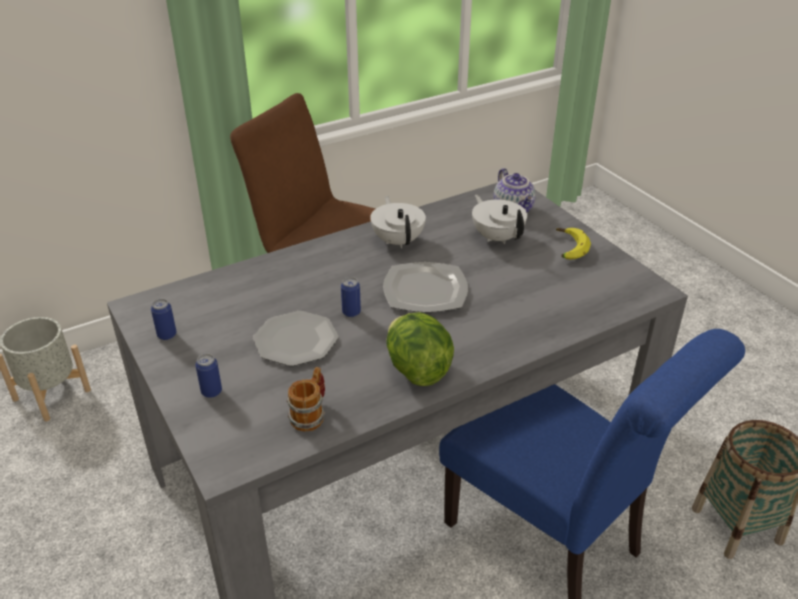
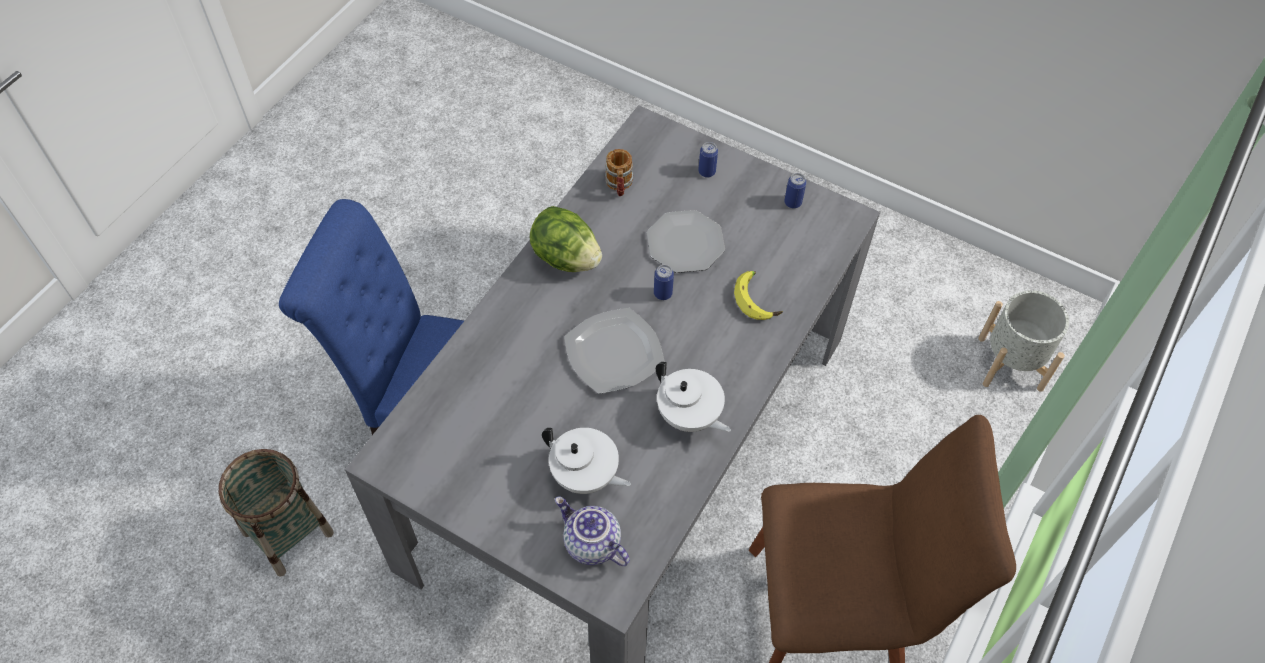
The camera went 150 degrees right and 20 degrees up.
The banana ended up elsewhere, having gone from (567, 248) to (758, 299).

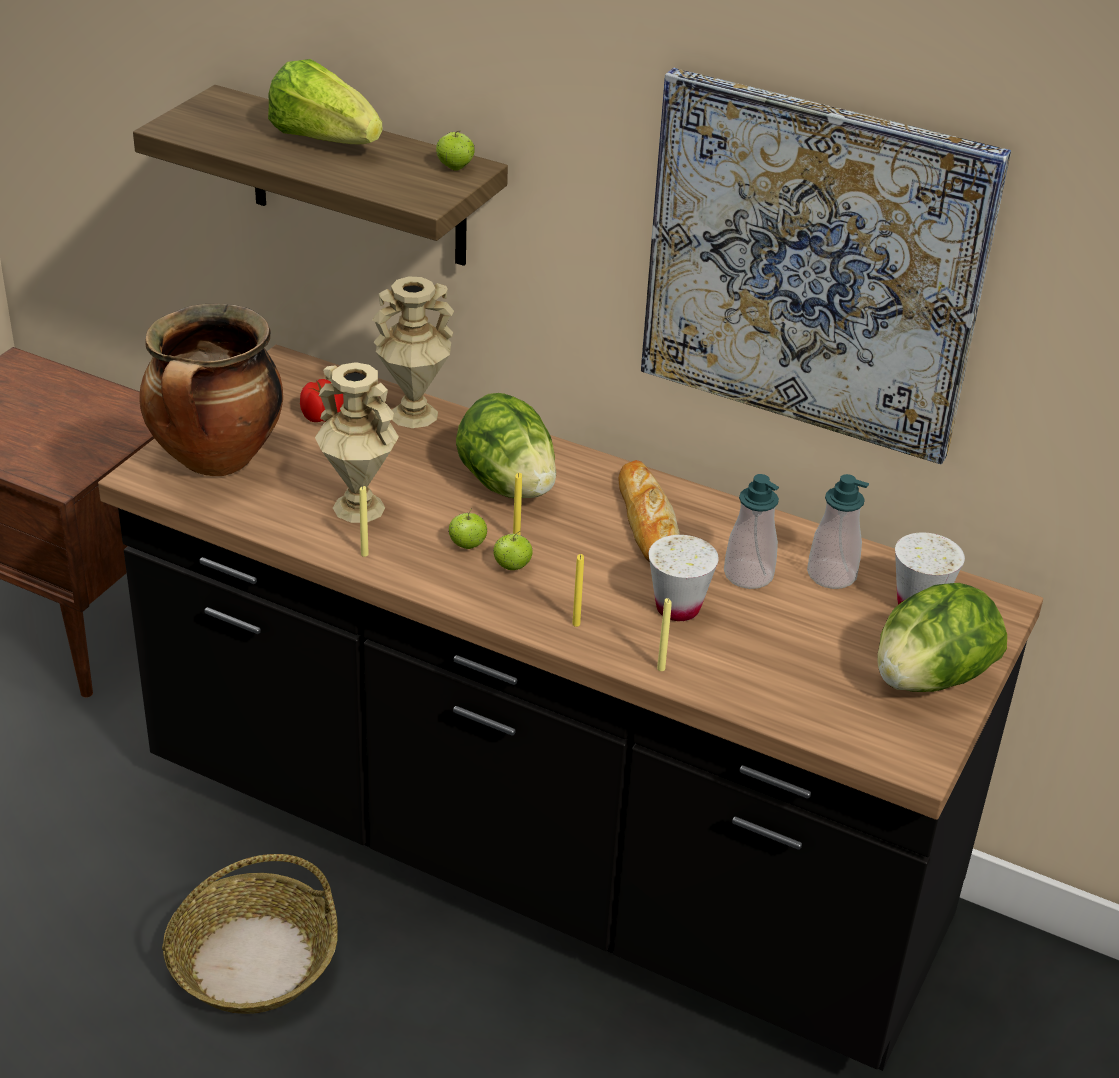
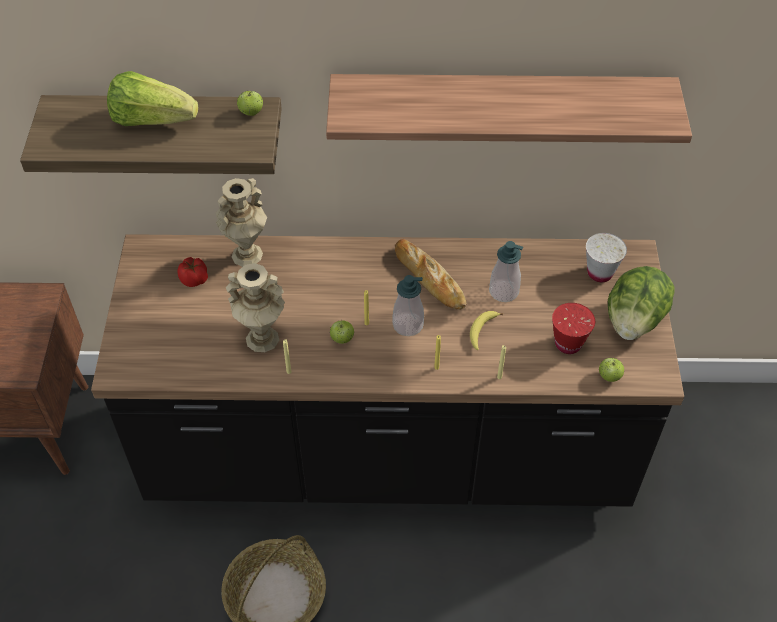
The camera went 25 degrees left and 15 degrees up.
The second view lost the stockpot at (217, 461).
The second view lost the lettuce at (507, 485).
The whole apple ended up elsewhere, having gone from (512, 567) to (609, 376).
Where the wall art hung at (813, 266), the bracket shelf came to hang at (500, 108).
Where the cup in white stood at (677, 608), the banana came to stand at (482, 331).
The soap dispenser ended up elsewhere, having gone from (831, 575) to (408, 325).
The second view gained the cup in red-coloured at (568, 343).

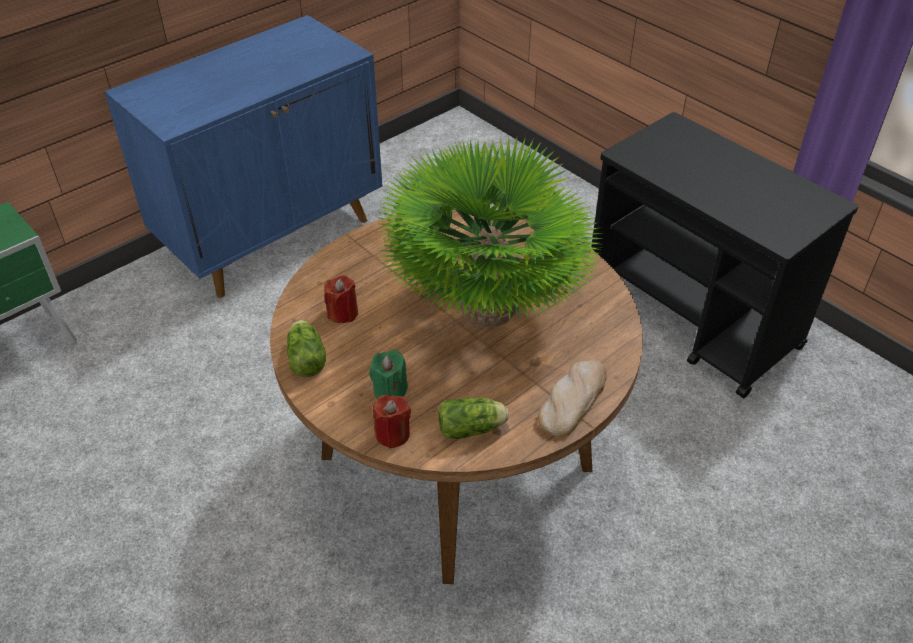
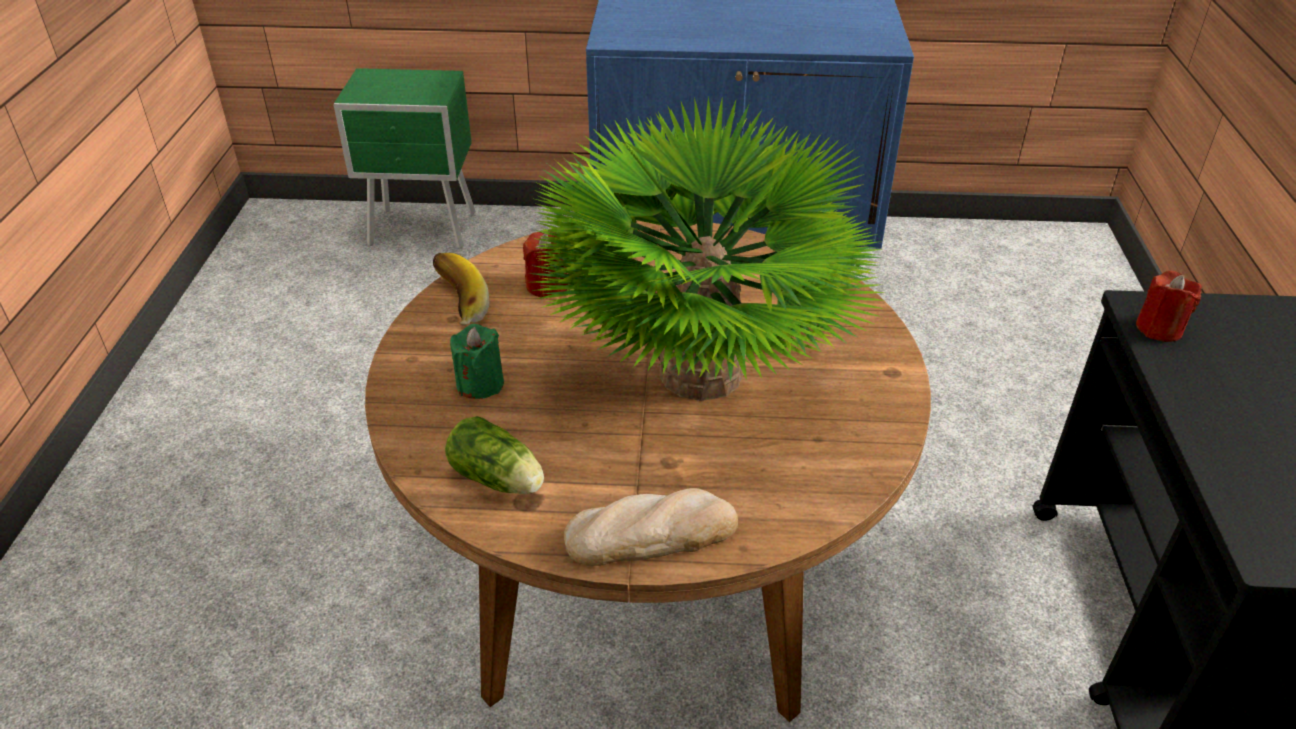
The camera went 45 degrees right and 5 degrees down.
Where the lettuce stood at (306, 357), the banana came to stand at (455, 304).
The candle in red-coloured ended up elsewhere, having gone from (392, 434) to (1159, 328).

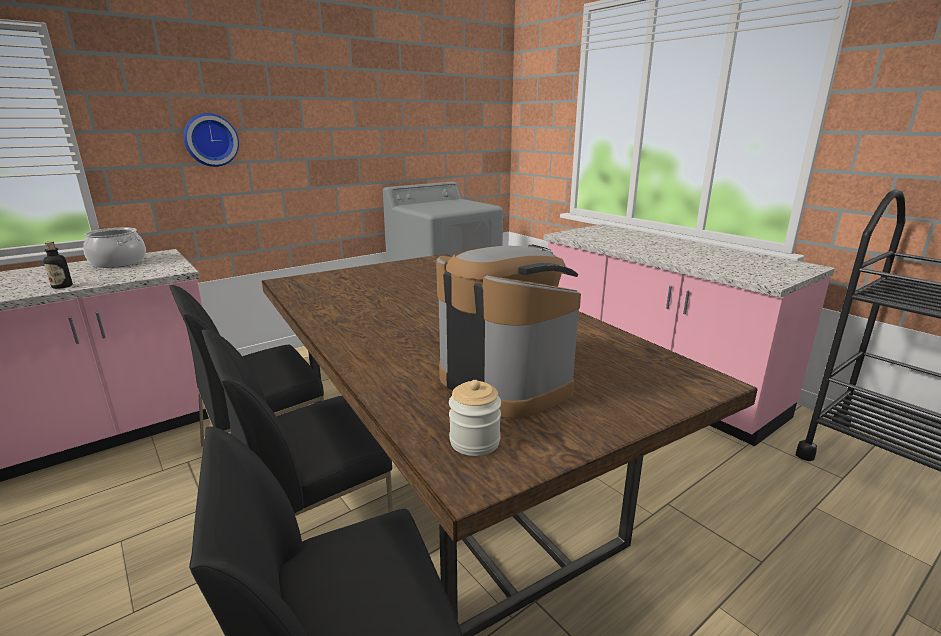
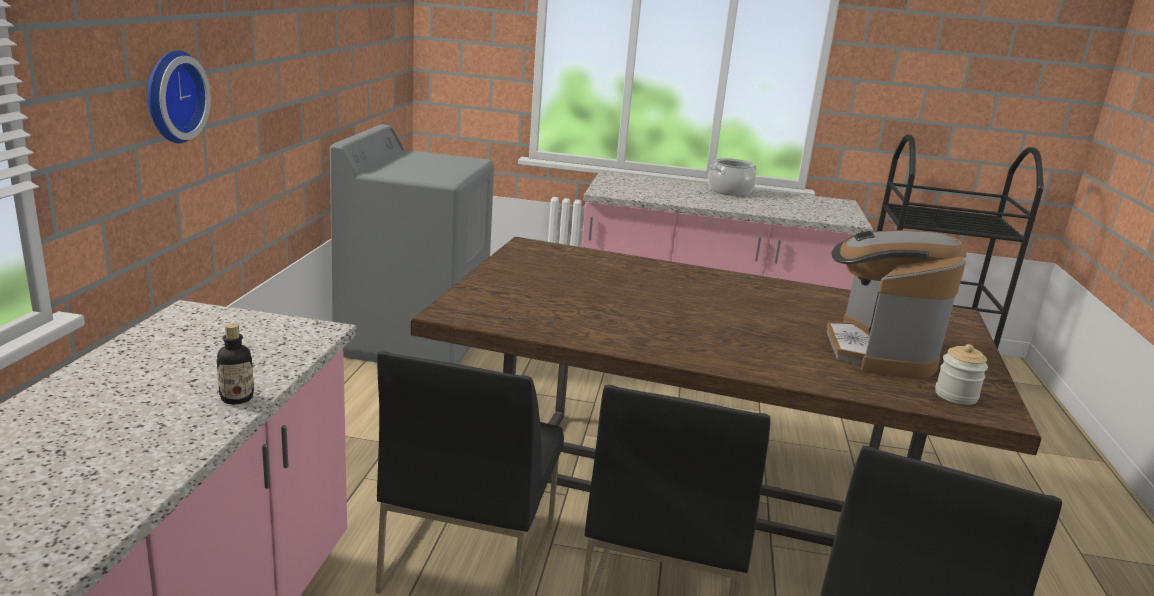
The camera went 45 degrees left and 0 degrees up.
The stockpot ended up elsewhere, having gone from (118, 262) to (730, 191).
The coffee maker at (505, 382) ended up facing another way, 90 degrees counterclockwise from before.

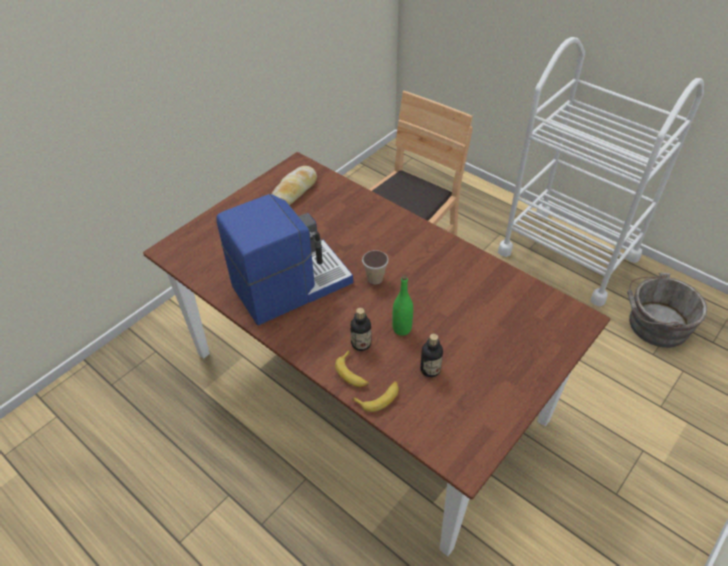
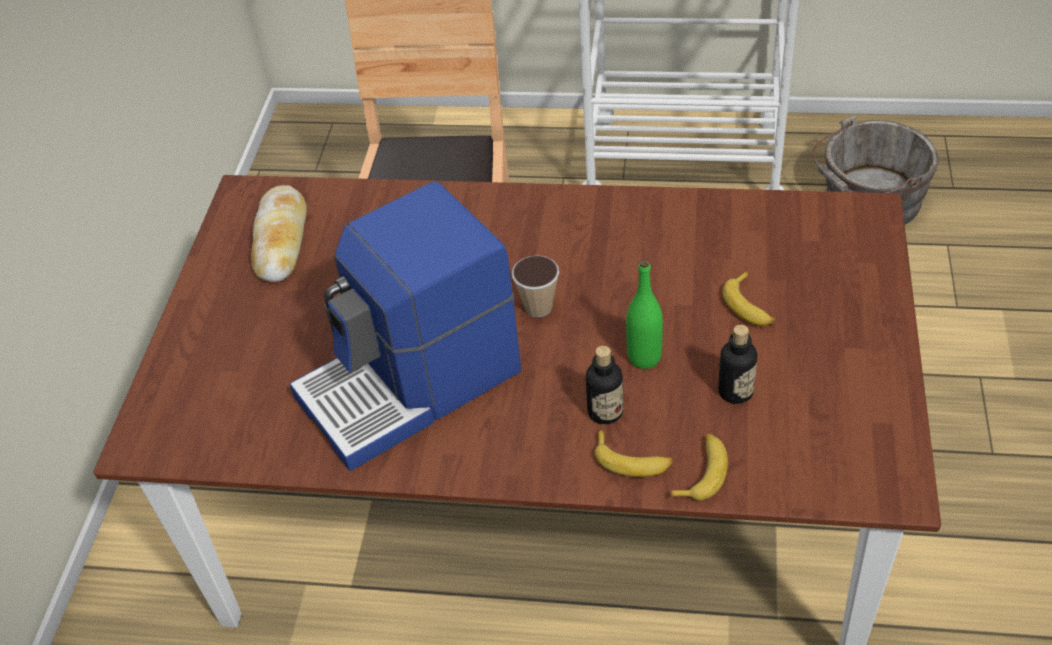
The camera went 30 degrees left and 0 degrees up.
The coffee maker at (290, 284) ended up facing another way, 150 degrees counterclockwise from before.
The second view gained the banana at (750, 306).

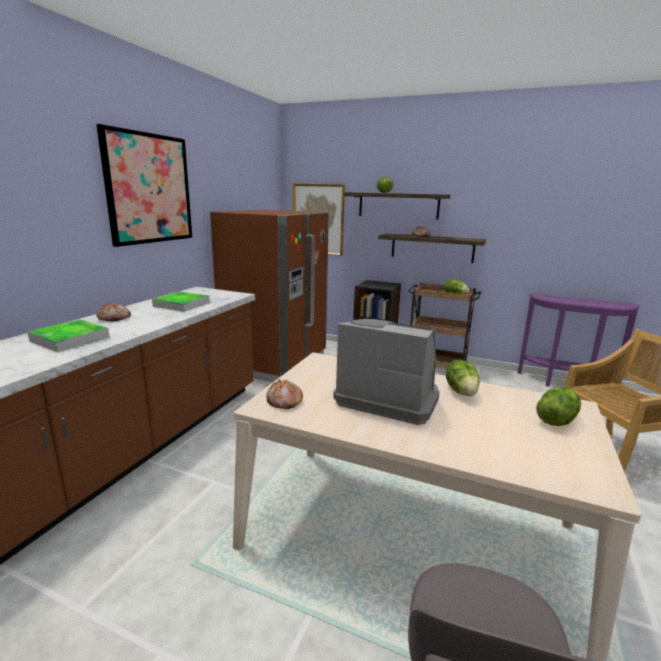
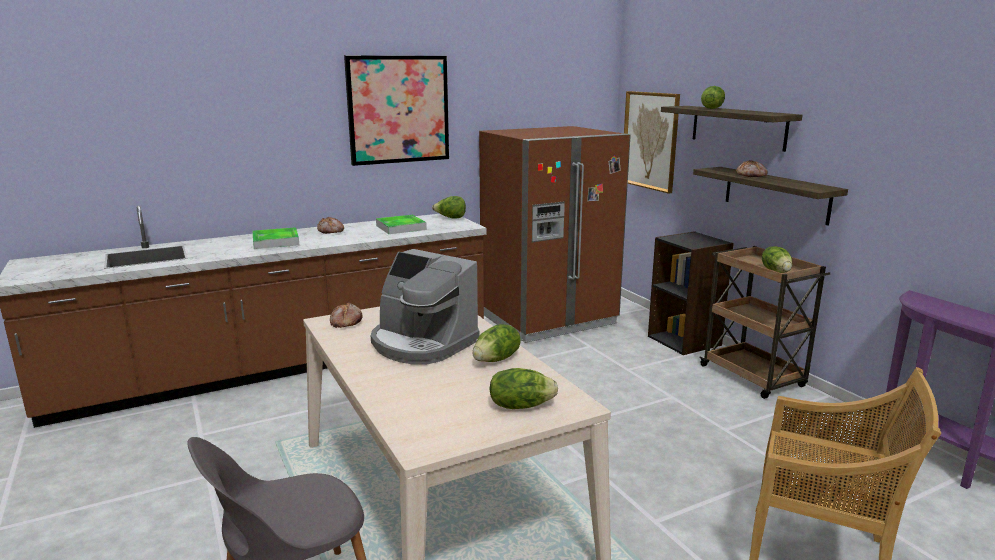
The camera went 40 degrees right and 0 degrees up.
The coffee maker at (387, 398) ended up facing another way, 150 degrees clockwise from before.
The second view gained the lettuce at (450, 218).

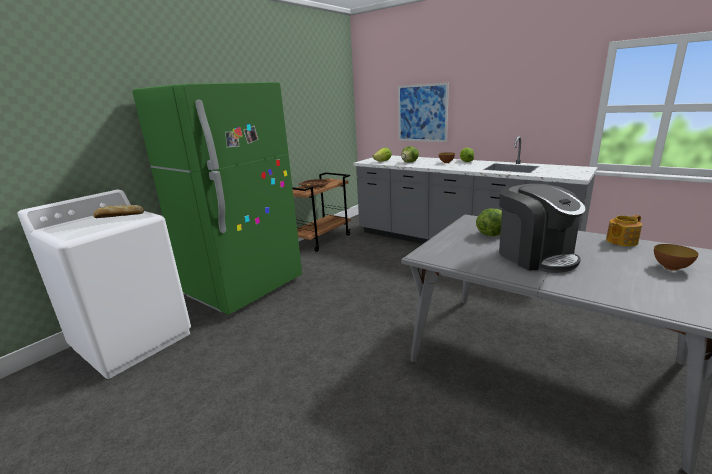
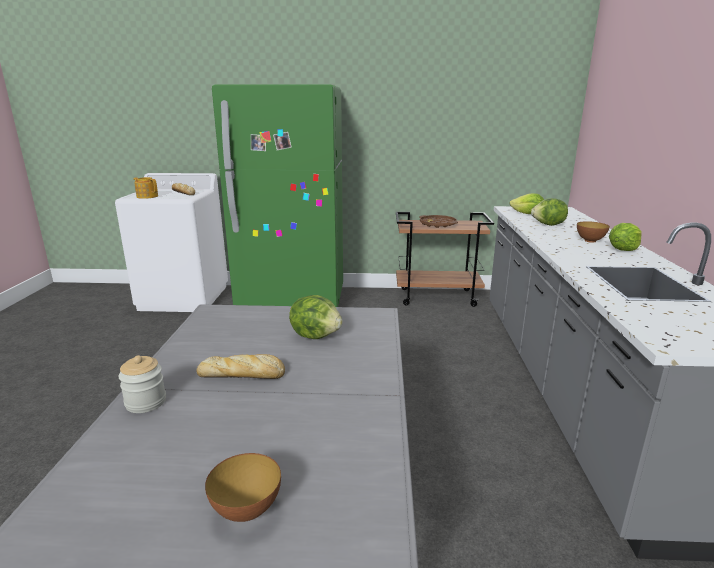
The camera went 55 degrees right and 0 degrees up.
The second view lost the wall art at (422, 113).
Where the coffee maker stood at (535, 256), the baked bread came to stand at (243, 375).
The teapot ended up elsewhere, having gone from (620, 241) to (147, 196).
The second view gained the jar at (146, 402).

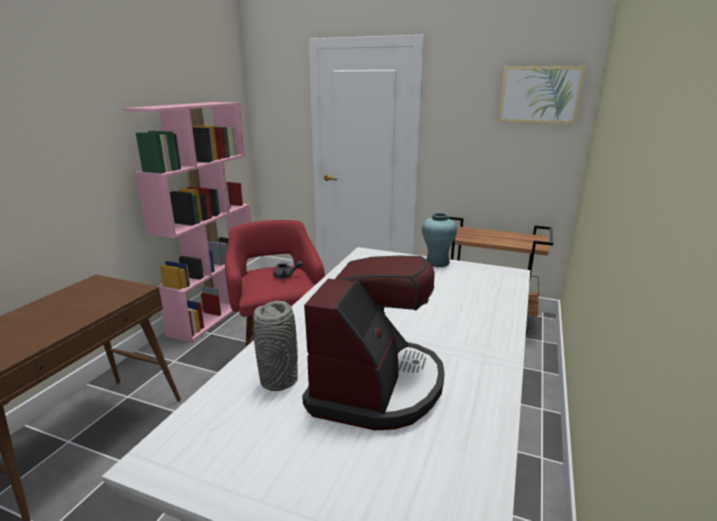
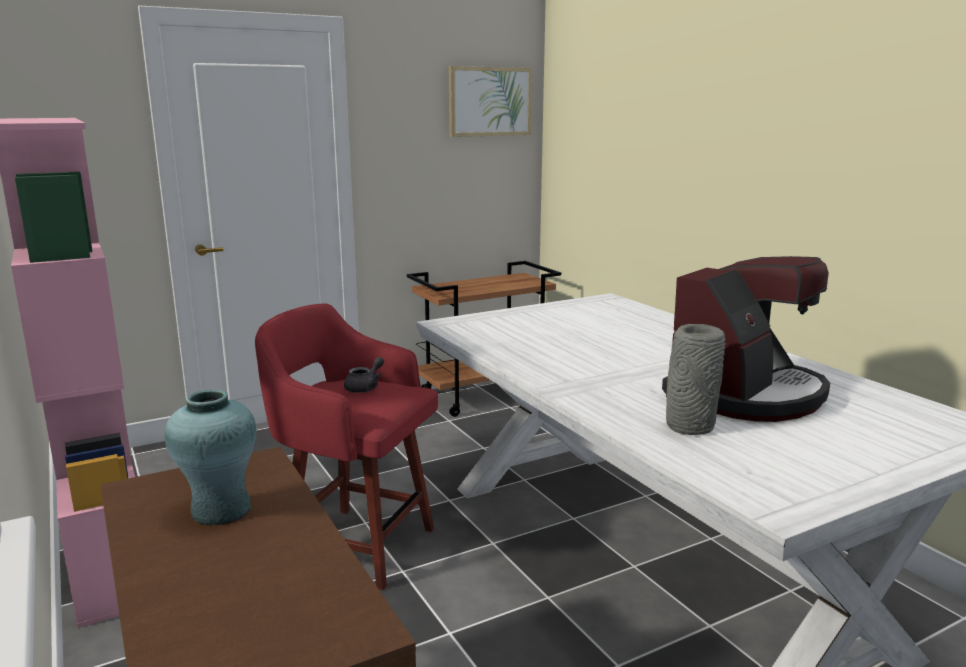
The camera went 50 degrees left and 5 degrees down.
The coffee maker at (376, 385) ended up facing another way, 75 degrees clockwise from before.
The decorative vase in turquoise ended up elsewhere, having gone from (437, 262) to (221, 510).

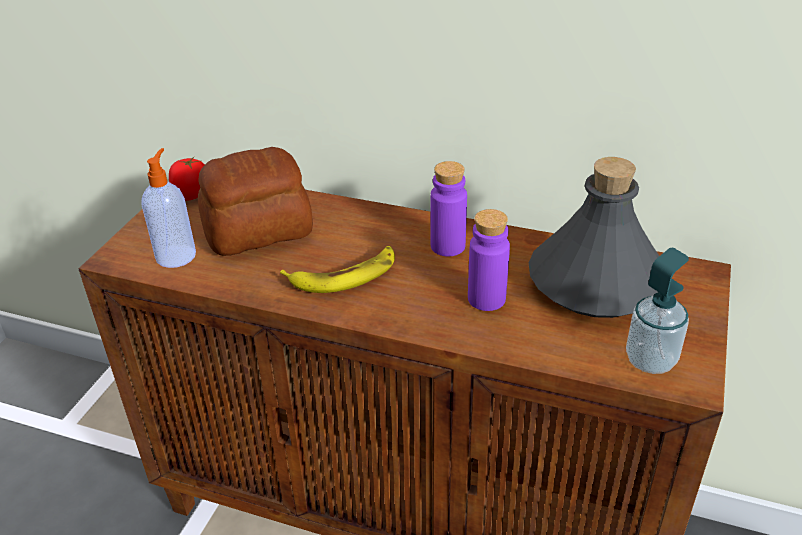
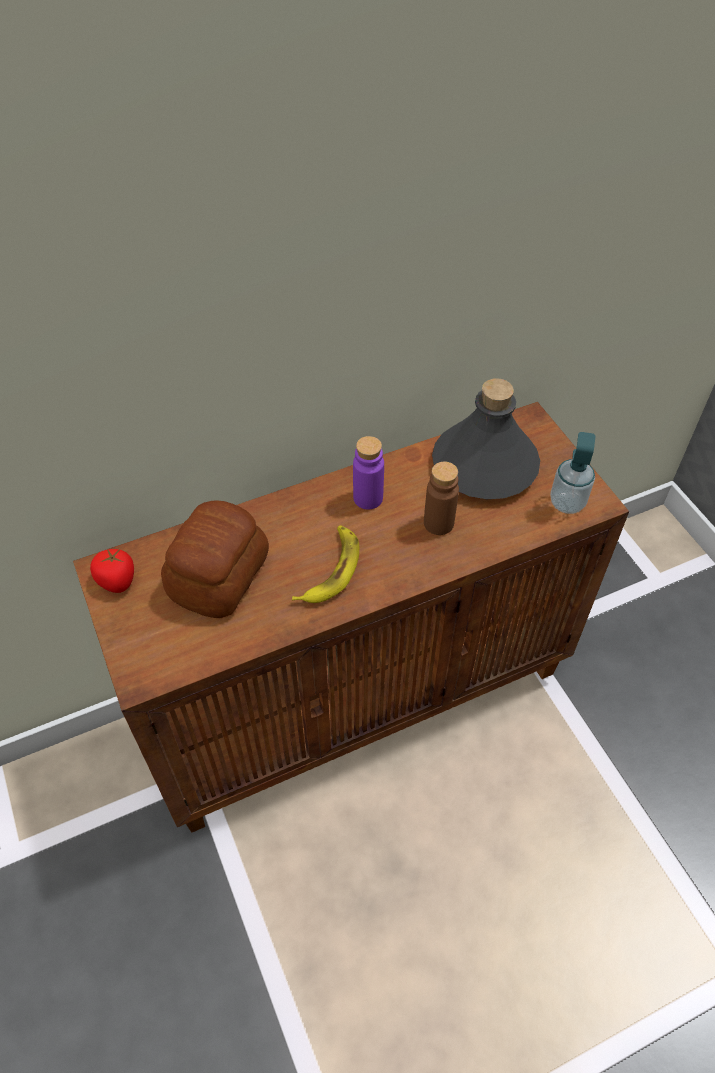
The camera went 45 degrees left and 15 degrees up.
The second view lost the soap dispenser at (176, 255).
What was the drink bottle in purplish at (486, 299) turned into the drink bottle in brown-coloured at (438, 523).

